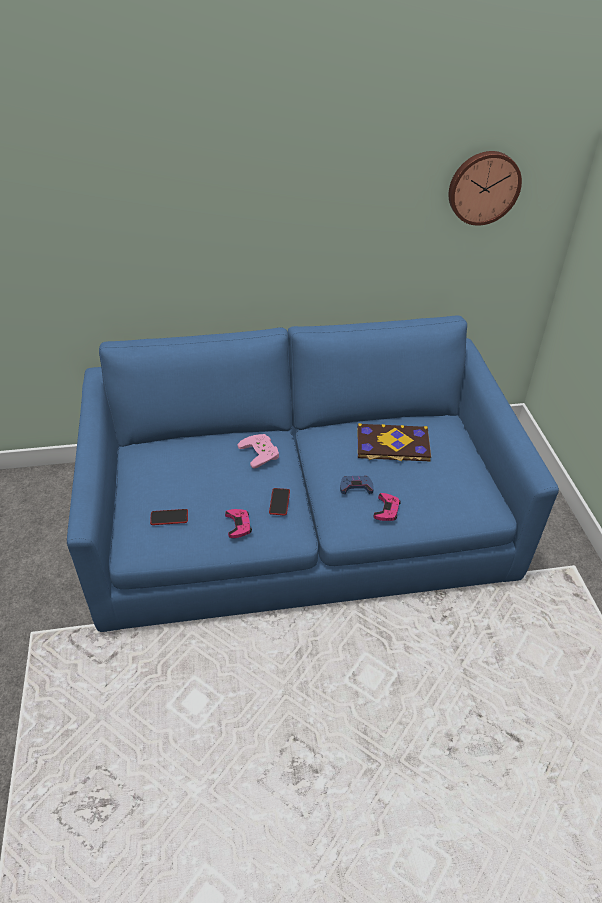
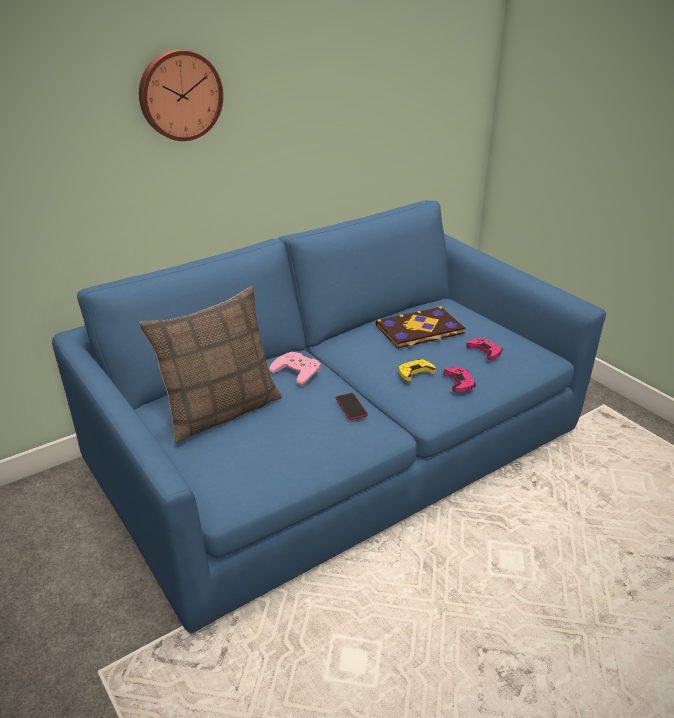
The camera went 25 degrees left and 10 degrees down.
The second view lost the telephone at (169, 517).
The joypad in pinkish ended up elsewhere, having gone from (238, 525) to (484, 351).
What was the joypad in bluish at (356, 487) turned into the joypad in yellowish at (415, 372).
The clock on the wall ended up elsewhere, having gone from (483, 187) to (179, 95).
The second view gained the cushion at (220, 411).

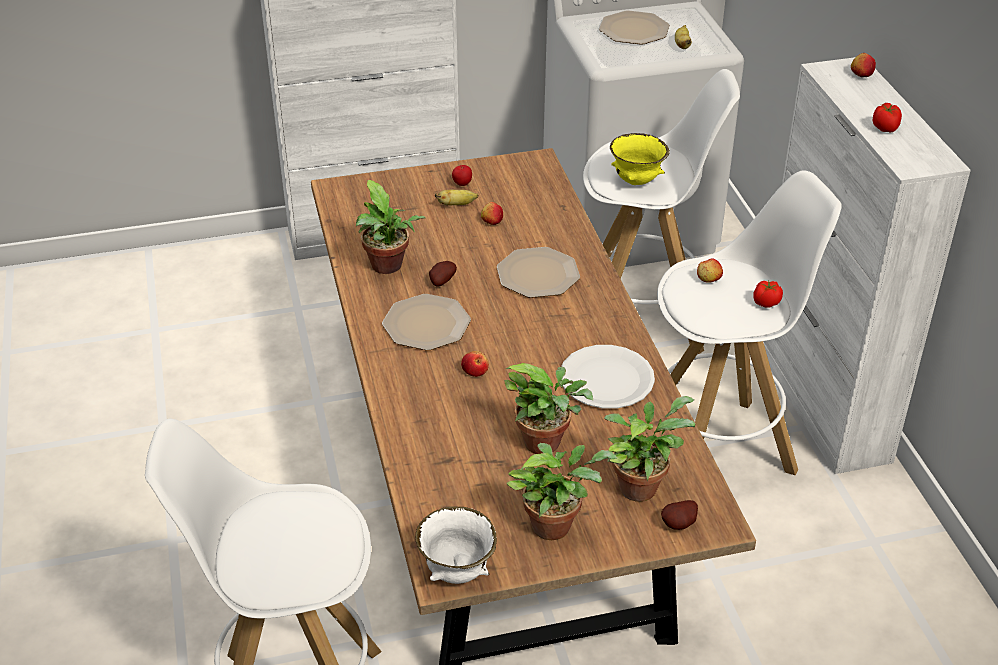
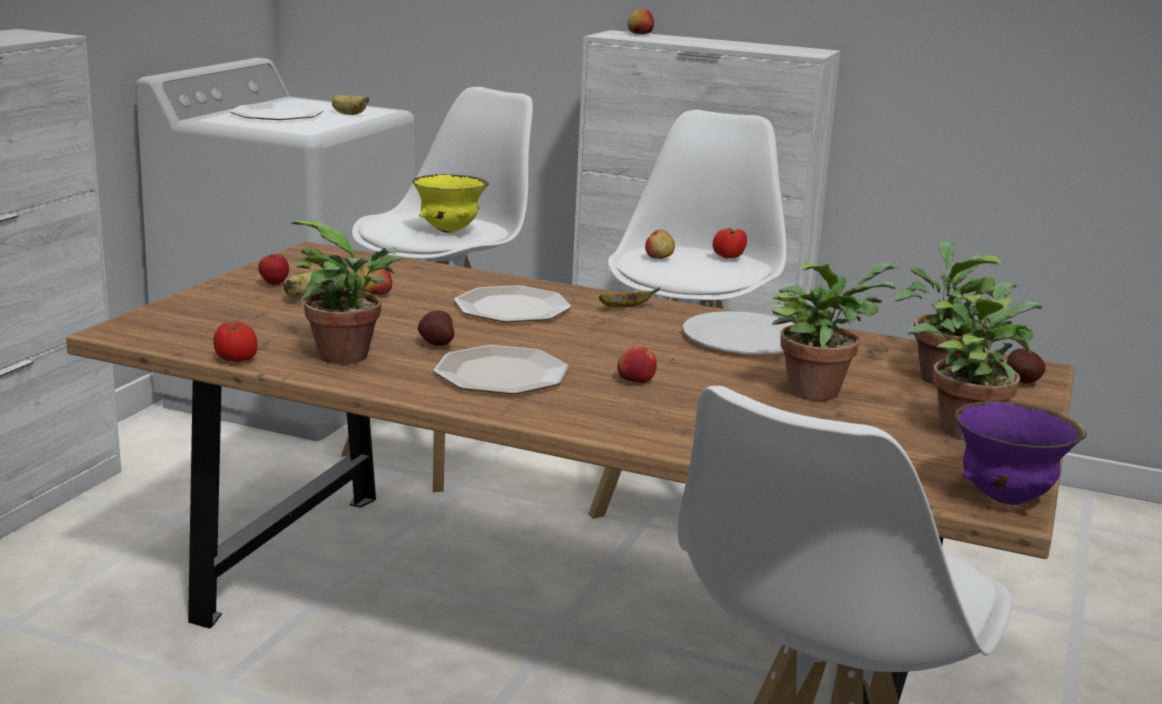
The camera went 55 degrees left and 20 degrees down.
What was the bowl in white at (456, 573) turned into the bowl in purplish at (1006, 499).
The tomato ended up elsewhere, having gone from (885, 128) to (236, 359).
The second view gained the banana at (625, 308).

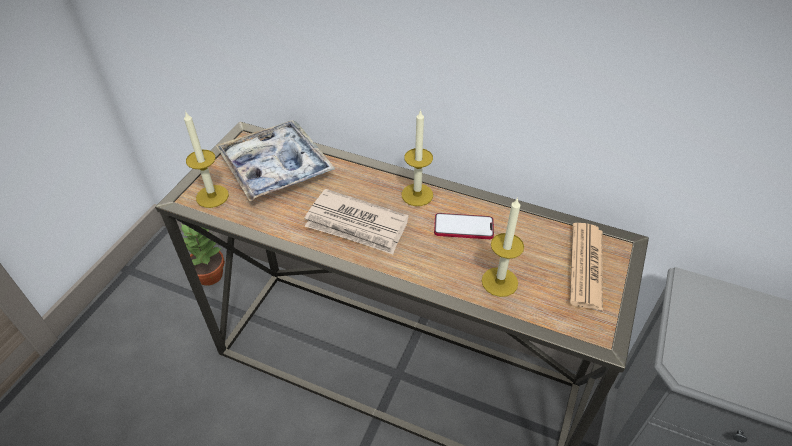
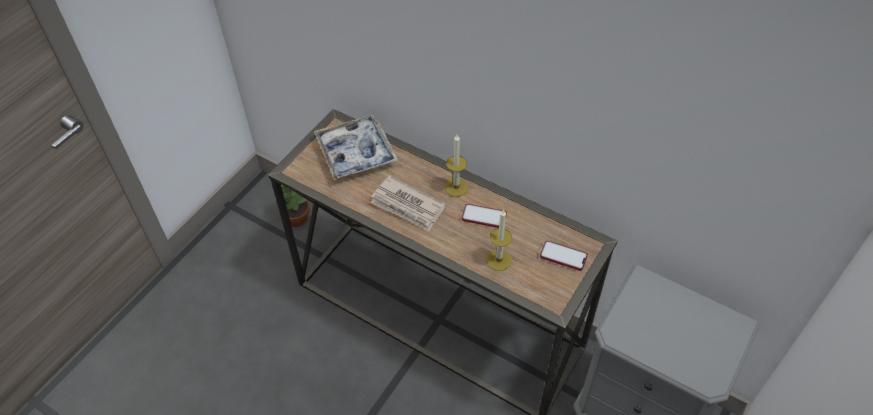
The camera went 10 degrees right and 5 degrees up.
The second view lost the candle at (212, 196).
Where the printed paper stood at (586, 266), the telephone came to stand at (563, 256).

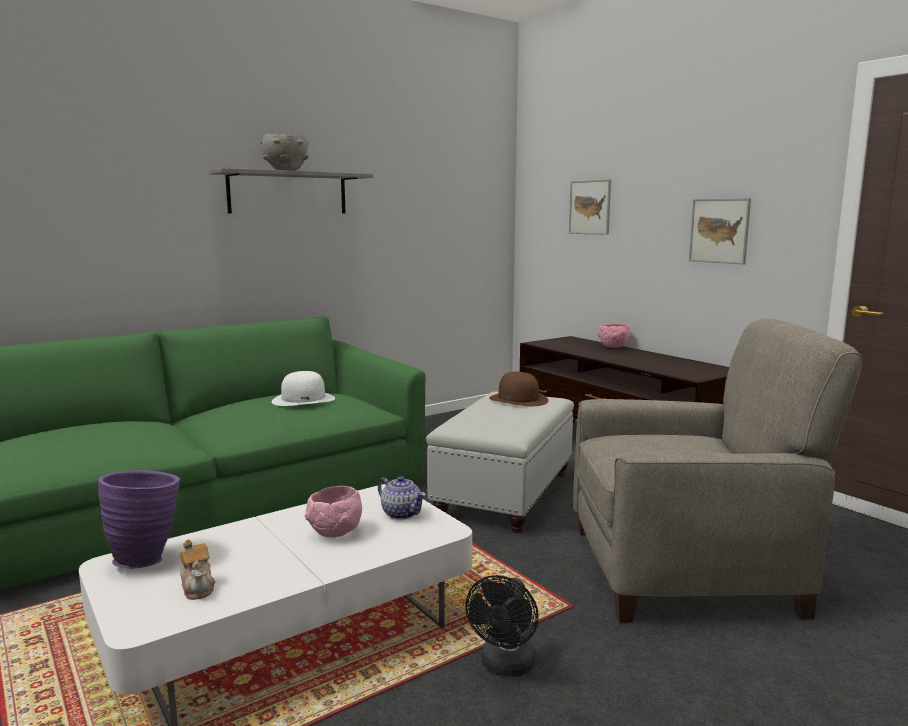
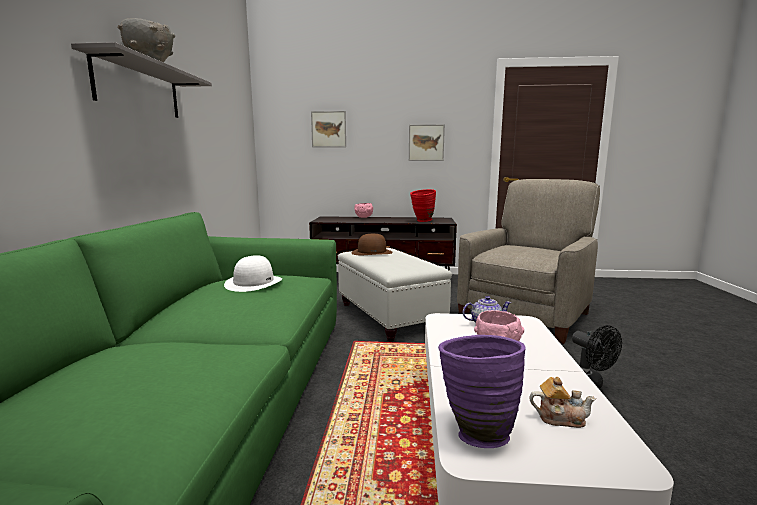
The camera went 50 degrees left and 0 degrees up.
The second view gained the decorative vase in red-coloured at (422, 221).

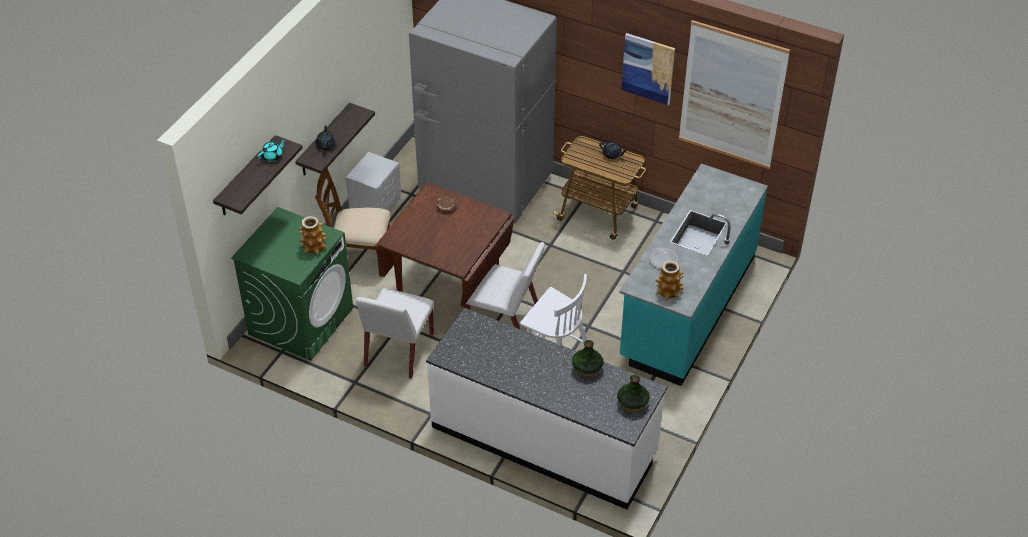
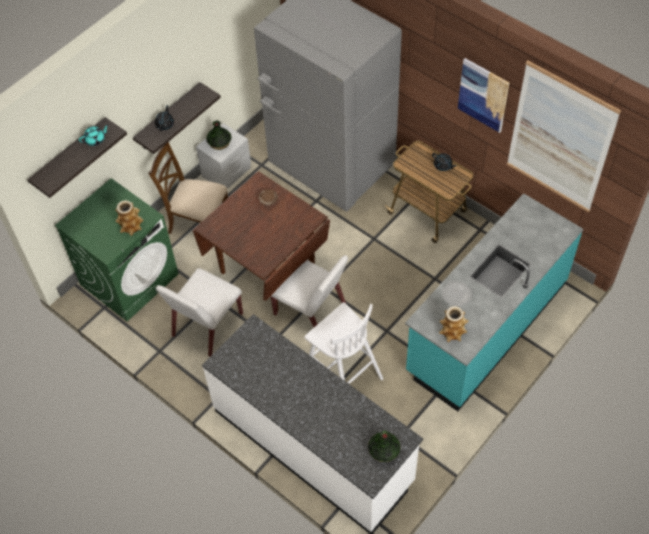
The camera went 15 degrees right and 10 degrees up.
The decorative vase ended up elsewhere, having gone from (587, 369) to (219, 143).

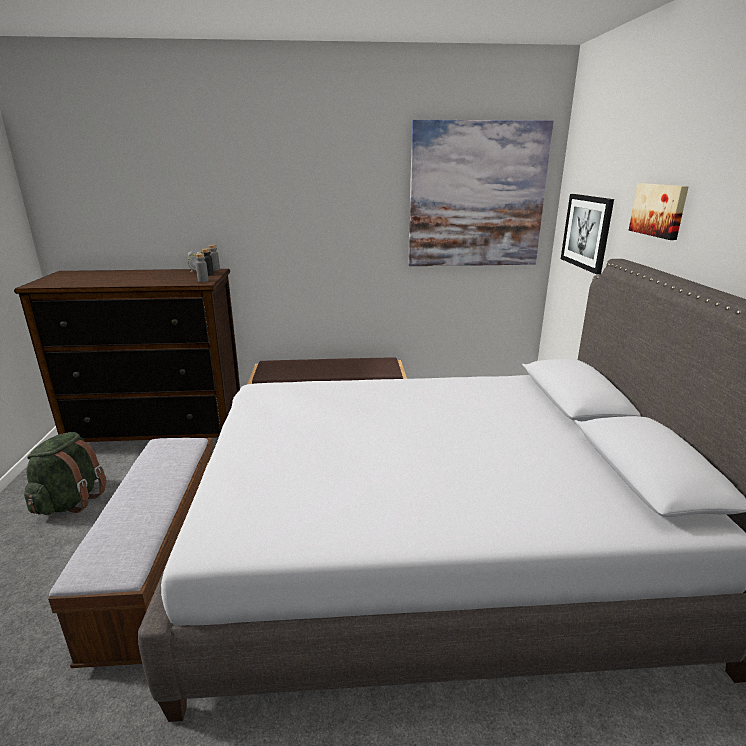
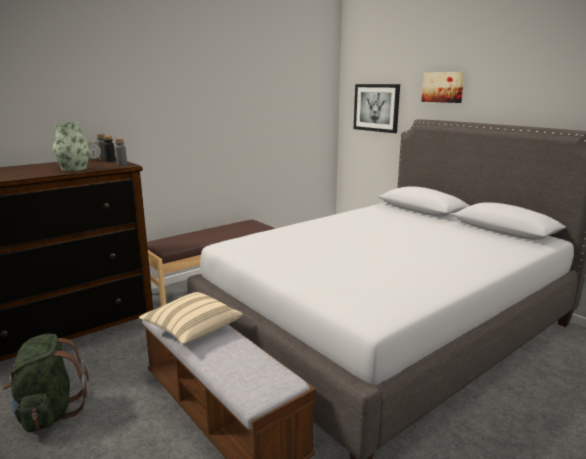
The camera went 35 degrees left and 5 degrees down.
The second view lost the wall art at (476, 196).
The second view gained the decorative vase at (74, 169).
The second view gained the cushion in beige-coloured at (192, 329).

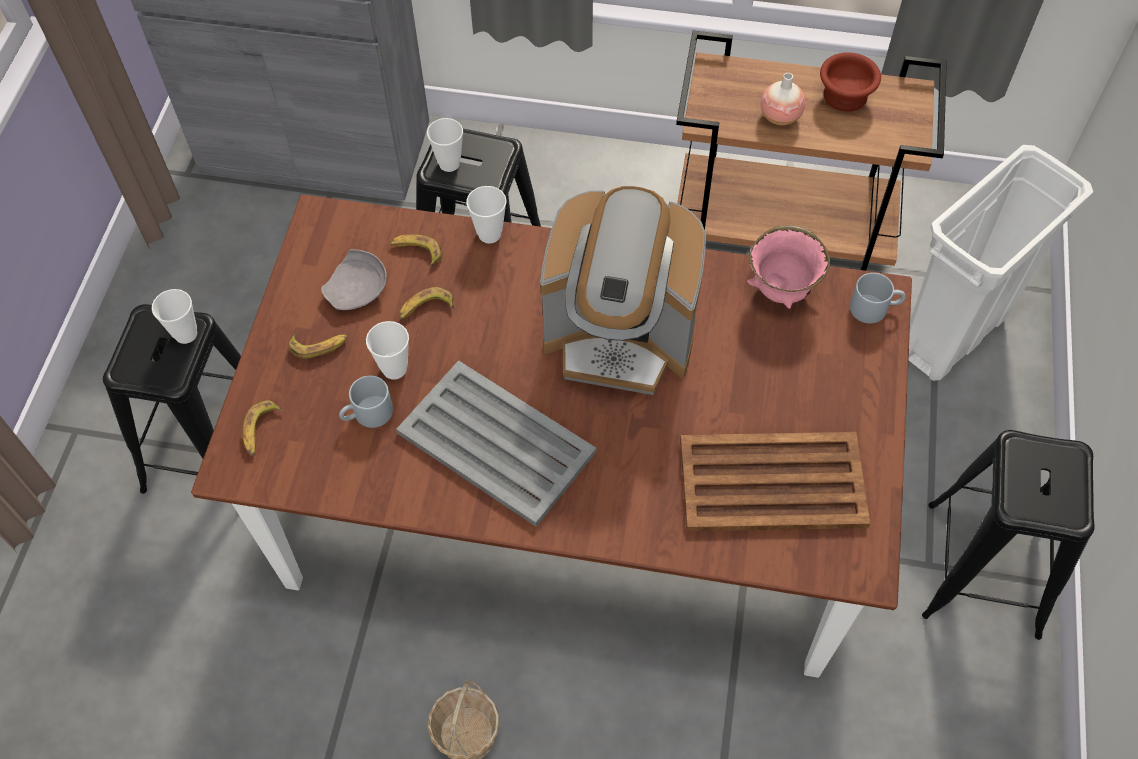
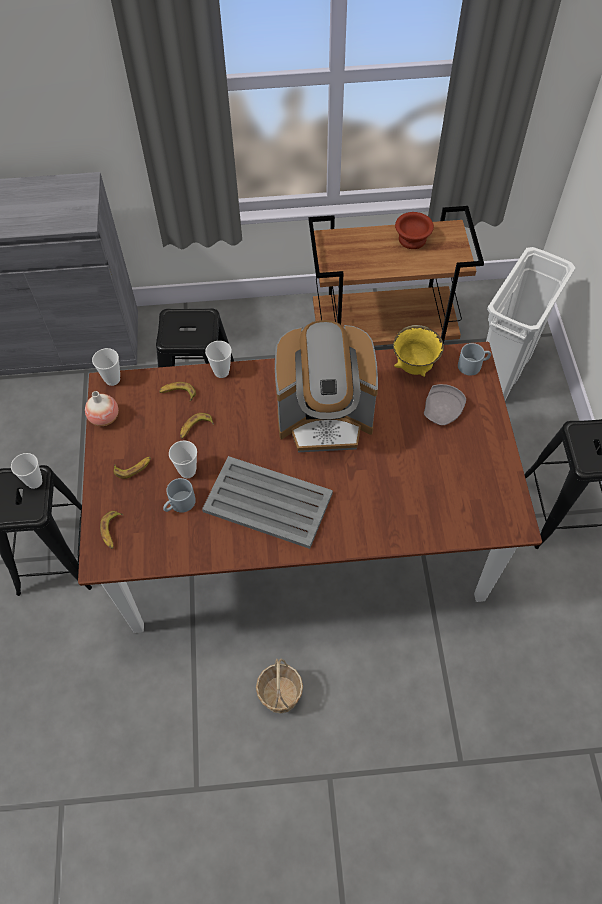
The camera went 15 degrees left and 0 degrees up.
The plate in greyish ended up elsewhere, having gone from (357, 290) to (442, 411).
The cup ended up elsewhere, having gone from (449, 164) to (112, 379).
The second view lost the tray in brown-coloured at (770, 482).
What was the bowl in pinkish at (782, 290) turned into the bowl in yellowish at (414, 366).
The decorative vase ended up elsewhere, having gone from (780, 116) to (104, 418).

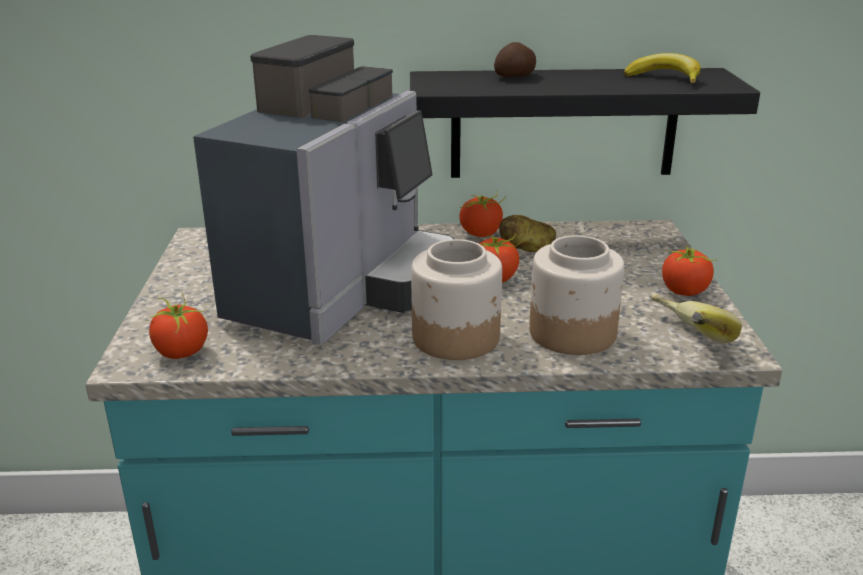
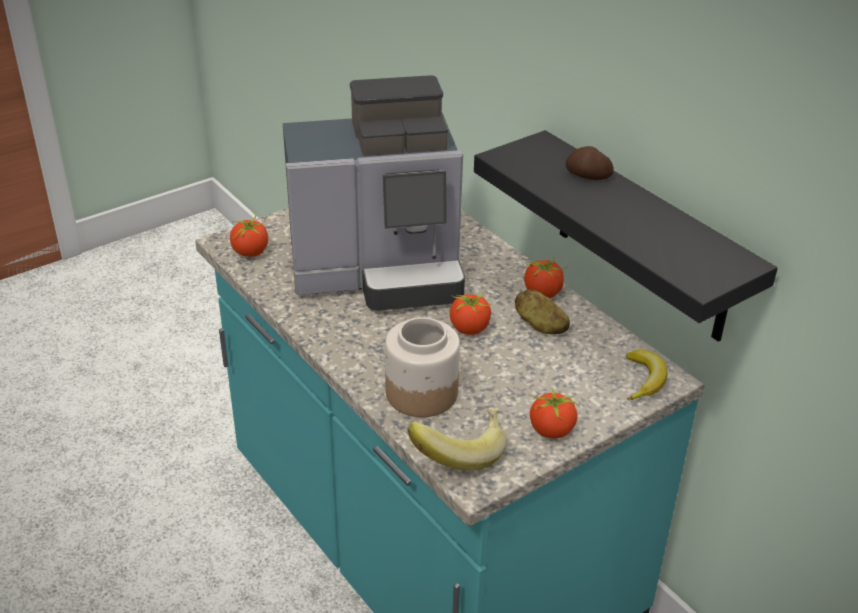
The camera went 55 degrees right and 10 degrees up.
The second view lost the jar at (457, 337).
The banana ended up elsewhere, having gone from (665, 78) to (644, 380).

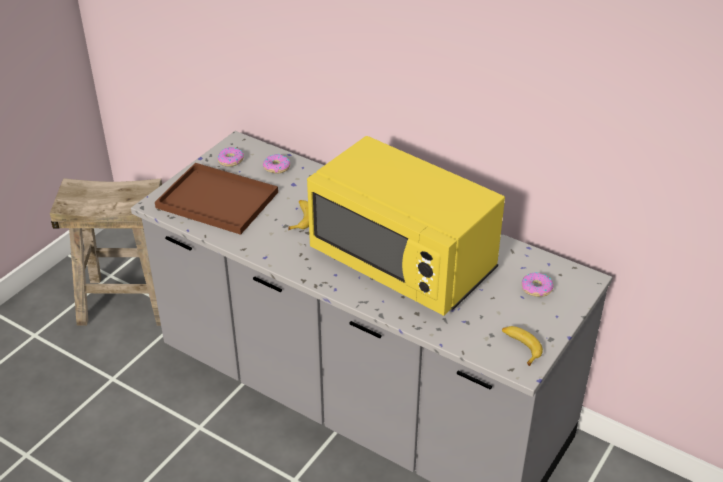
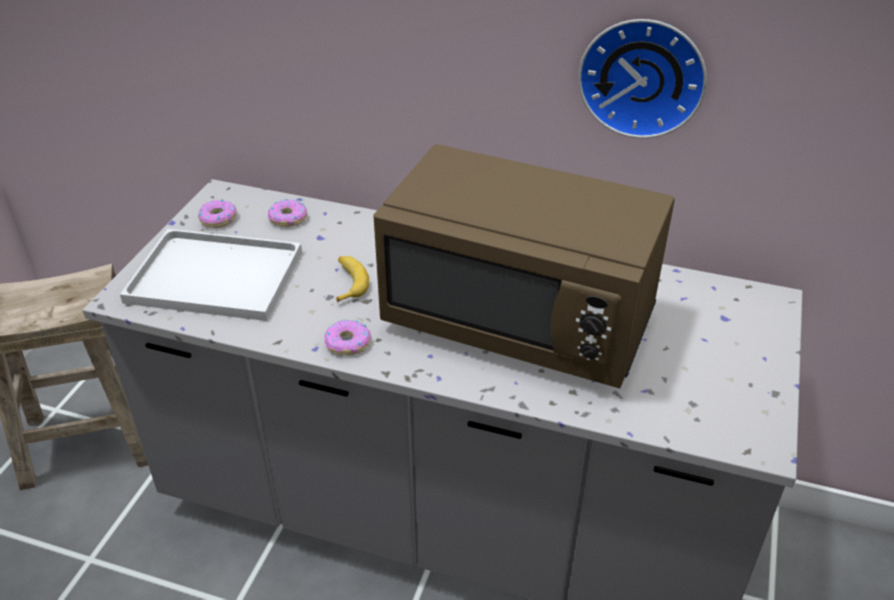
The camera went 15 degrees left and 0 degrees up.
What was the tray in brown-coloured at (220, 200) turned into the tray in white at (219, 276).
What was the microwave in yellowish at (403, 262) turned into the microwave in brown-coloured at (520, 320).
The second view lost the banana at (520, 347).
The doughnut ended up elsewhere, having gone from (536, 288) to (347, 343).
The second view gained the clock on the wall at (642, 76).

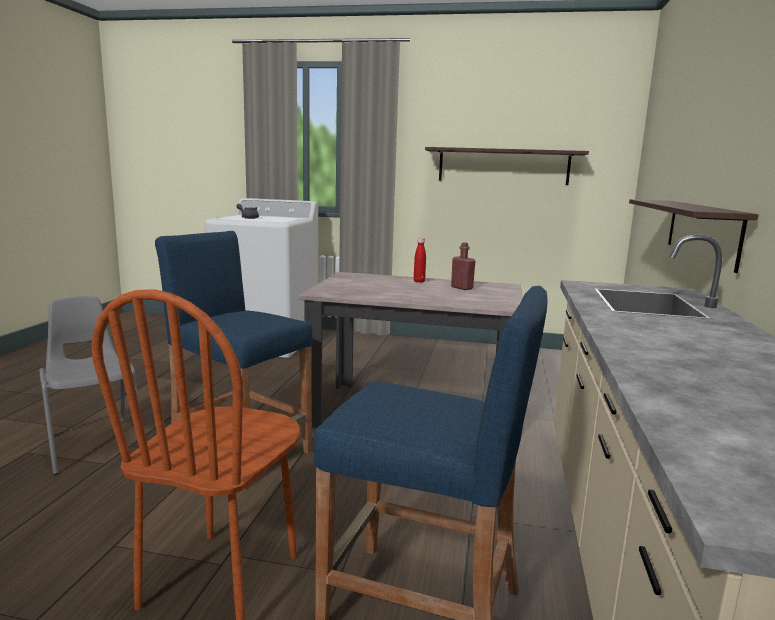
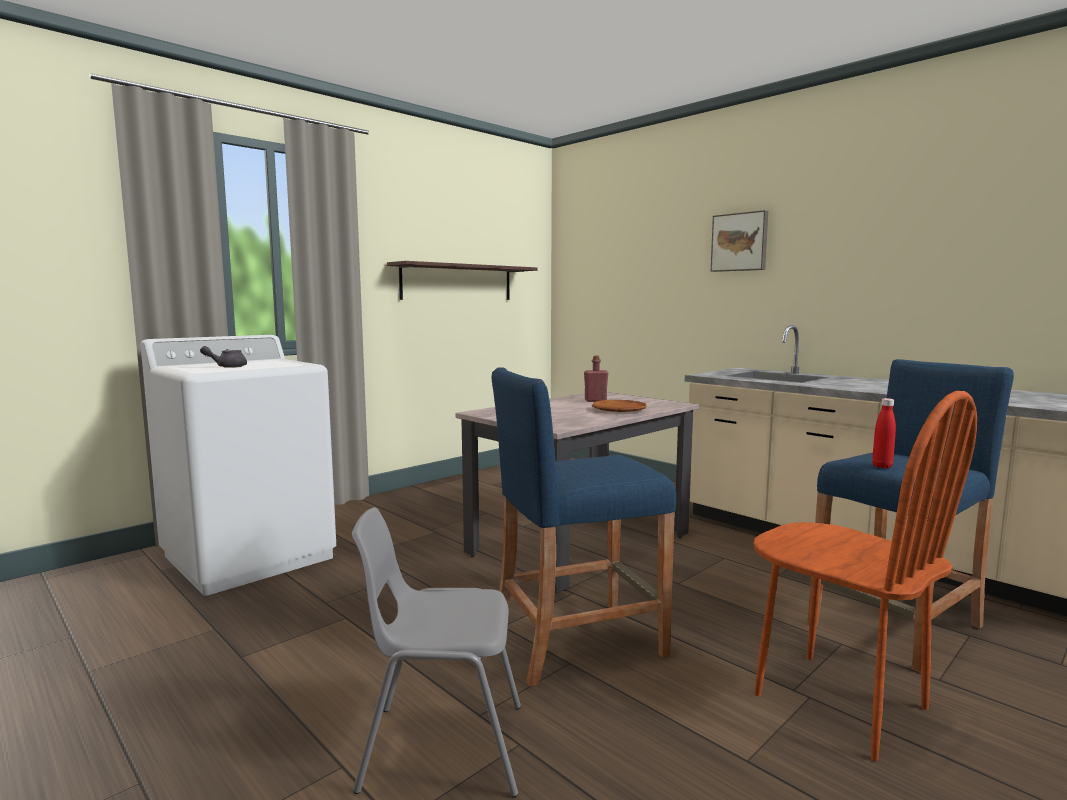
The camera went 55 degrees left and 5 degrees down.
The drink bottle in red-coloured ended up elsewhere, having gone from (419, 281) to (882, 466).
The second view lost the bracket shelf at (701, 231).
The second view gained the plate in brown-coloured at (619, 410).
The second view gained the wall art at (740, 242).

